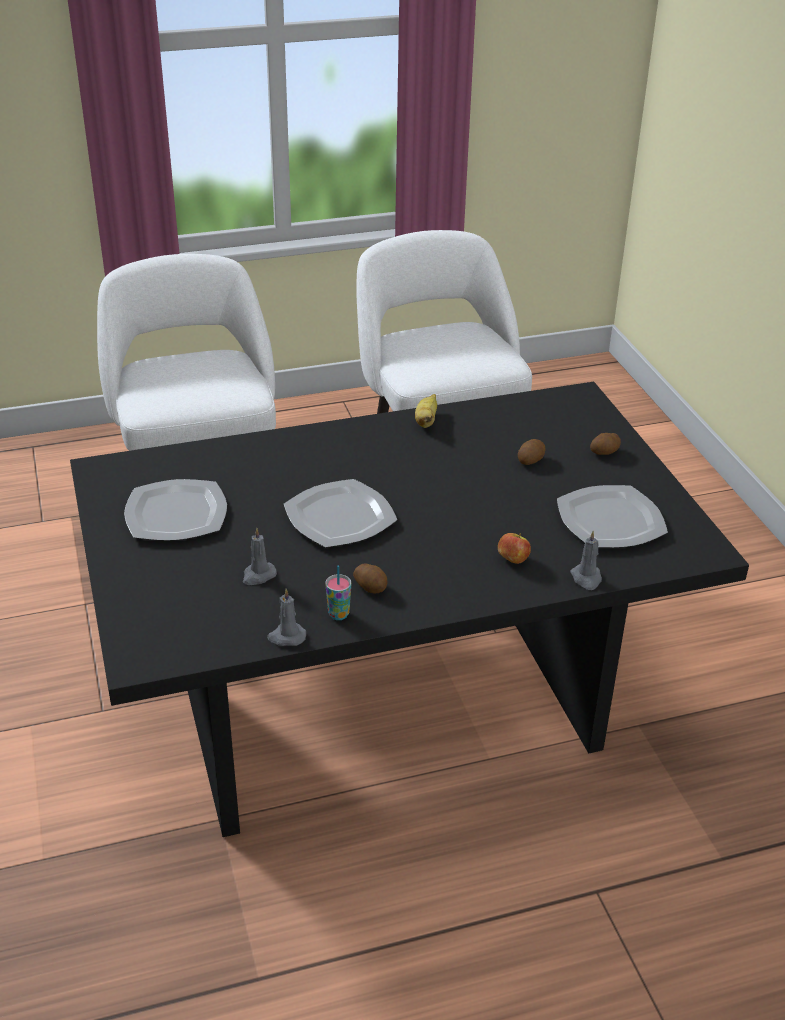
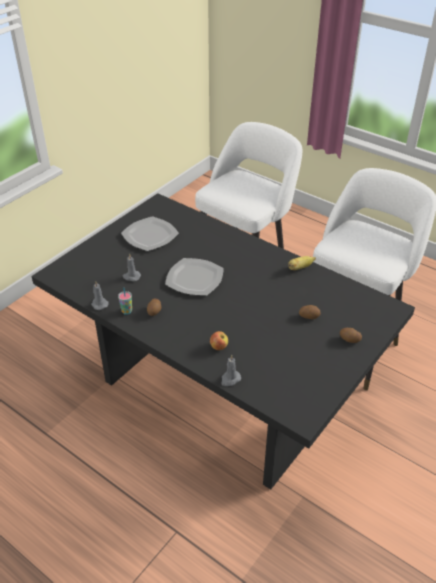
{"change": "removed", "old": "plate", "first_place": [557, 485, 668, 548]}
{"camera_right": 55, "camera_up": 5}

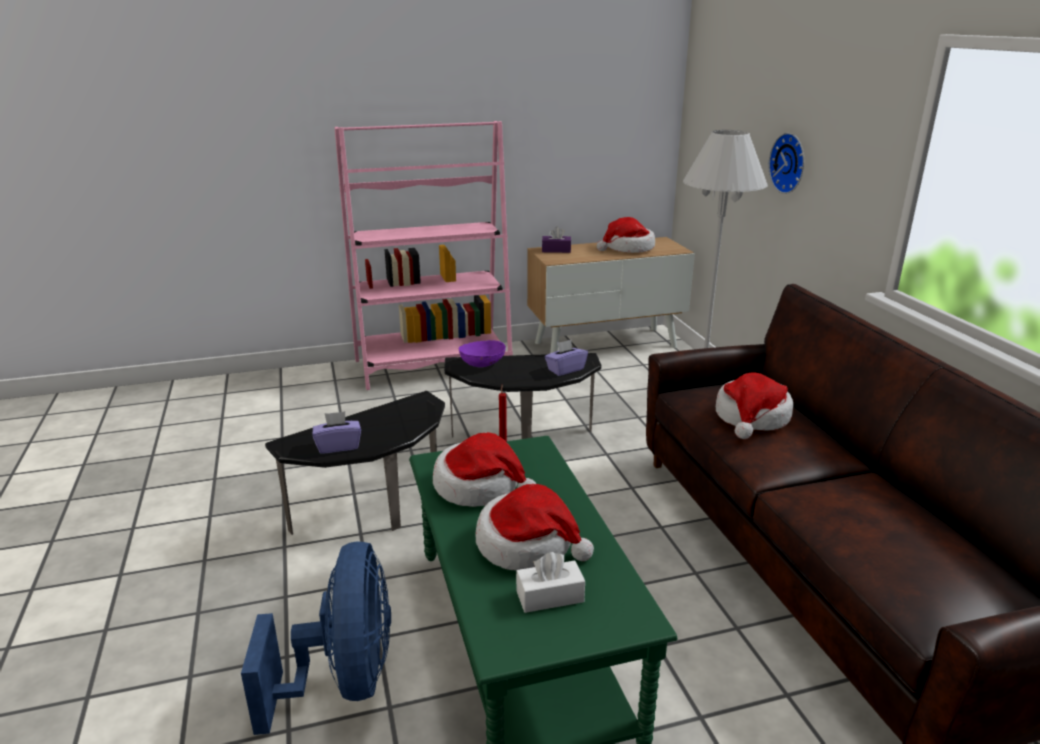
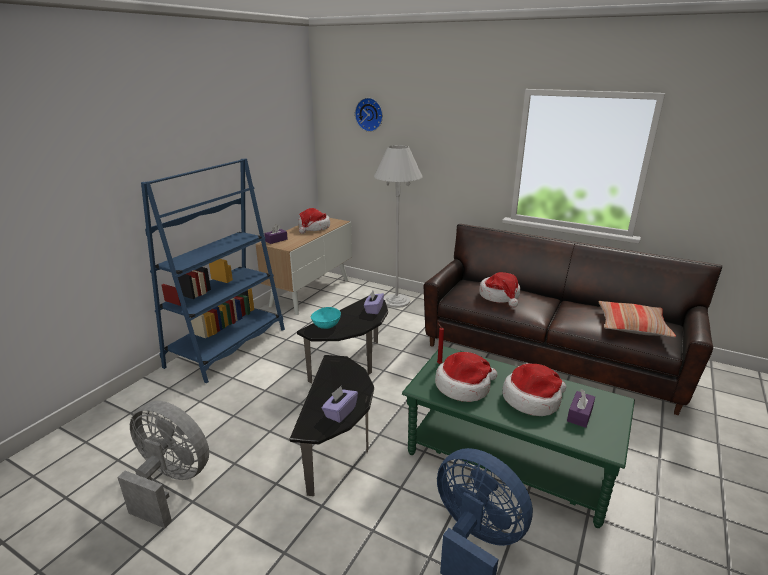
{"change": "added", "new": "grey_fan", "second_place": [117, 401, 209, 528]}
{"change": "added", "new": "pillow", "second_place": [598, 301, 676, 338]}
{"change": "moved", "old": "wall_clock", "first_place": [768, 133, 804, 194], "second_place": [355, 98, 383, 132]}
{"change": "recoloured", "old": "pink_bookcase", "new": "blue_bookcase", "first_place": [335, 121, 513, 390], "second_place": [141, 158, 285, 383]}
{"change": "recoloured", "old": "purple_bowl", "new": "turquoise_bowl", "first_place": [459, 340, 506, 367], "second_place": [310, 307, 341, 329]}
{"change": "recoloured", "old": "white_tissue_box", "new": "purple_tissue_box", "first_place": [516, 552, 585, 613], "second_place": [567, 389, 595, 428]}
{"camera_right": -45, "camera_up": 0}

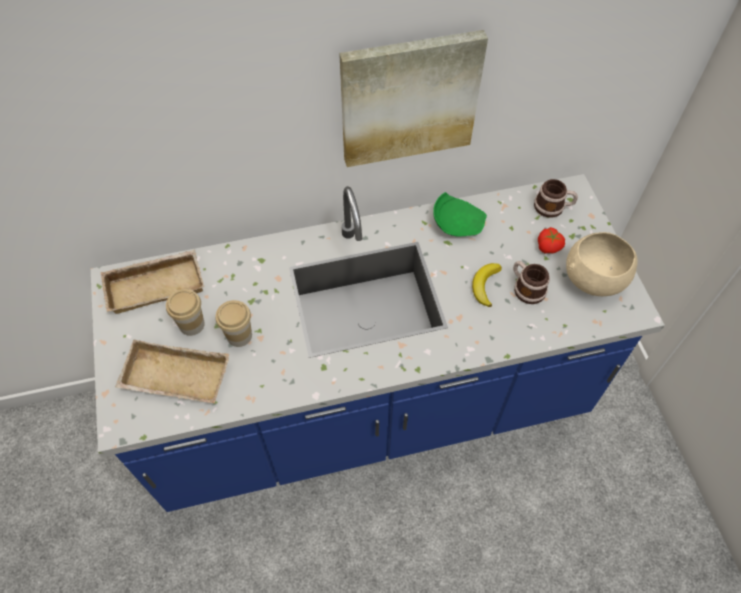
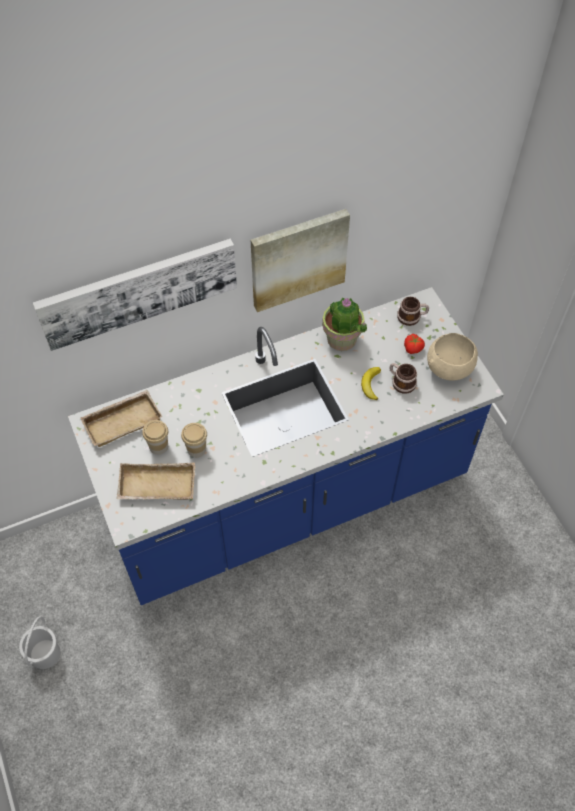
{"change": "added", "new": "white_bucket", "second_place": [19, 616, 60, 669]}
{"change": "added", "new": "picture", "second_place": [33, 239, 237, 351]}
{"change": "replaced", "old": "green_plate", "new": "potted_plant", "first_place": [433, 192, 487, 237], "second_place": [322, 298, 367, 351]}
{"camera_right": -10, "camera_up": 0}

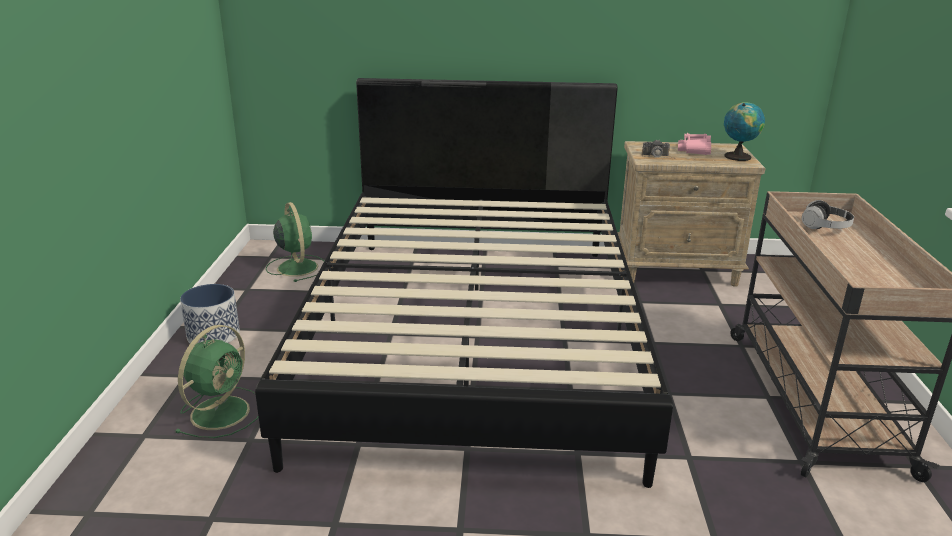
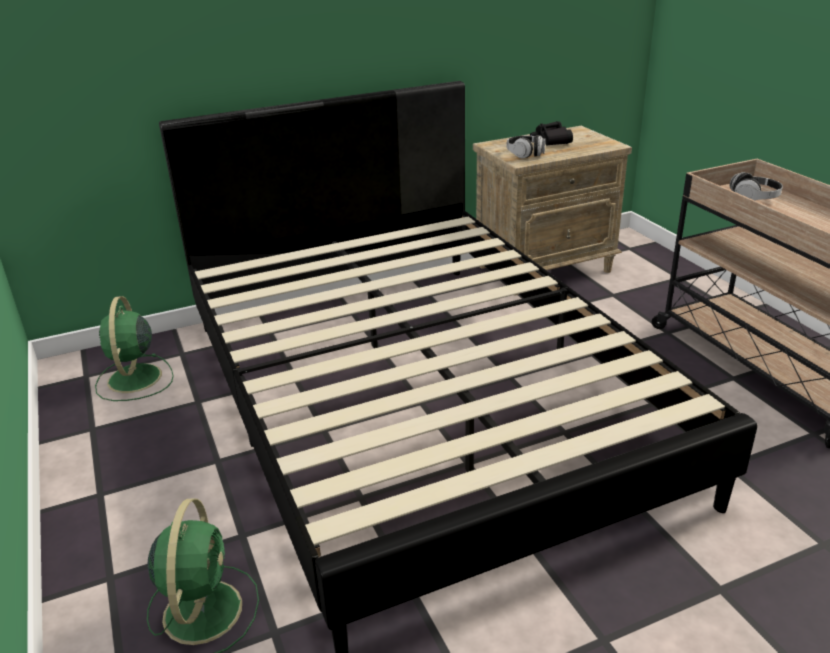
{"change": "removed", "old": "planter", "first_place": [180, 284, 240, 344]}
{"change": "removed", "old": "globe", "first_place": [724, 102, 765, 161]}
{"change": "replaced", "old": "photo_camera", "new": "headphones", "first_place": [642, 140, 675, 159], "second_place": [507, 135, 546, 159]}
{"change": "recoloured", "old": "pink_binoculars", "new": "black_binoculars", "first_place": [678, 133, 711, 155], "second_place": [530, 121, 573, 146]}
{"change": "turned", "old": "green_fan", "first_place": [266, 202, 324, 282], "second_place": [95, 296, 173, 401], "degrees": -135}
{"camera_right": -25, "camera_up": 5}

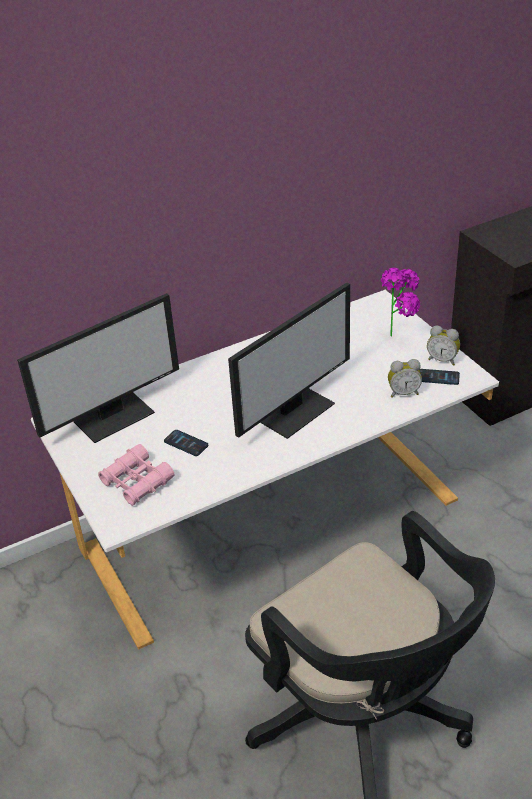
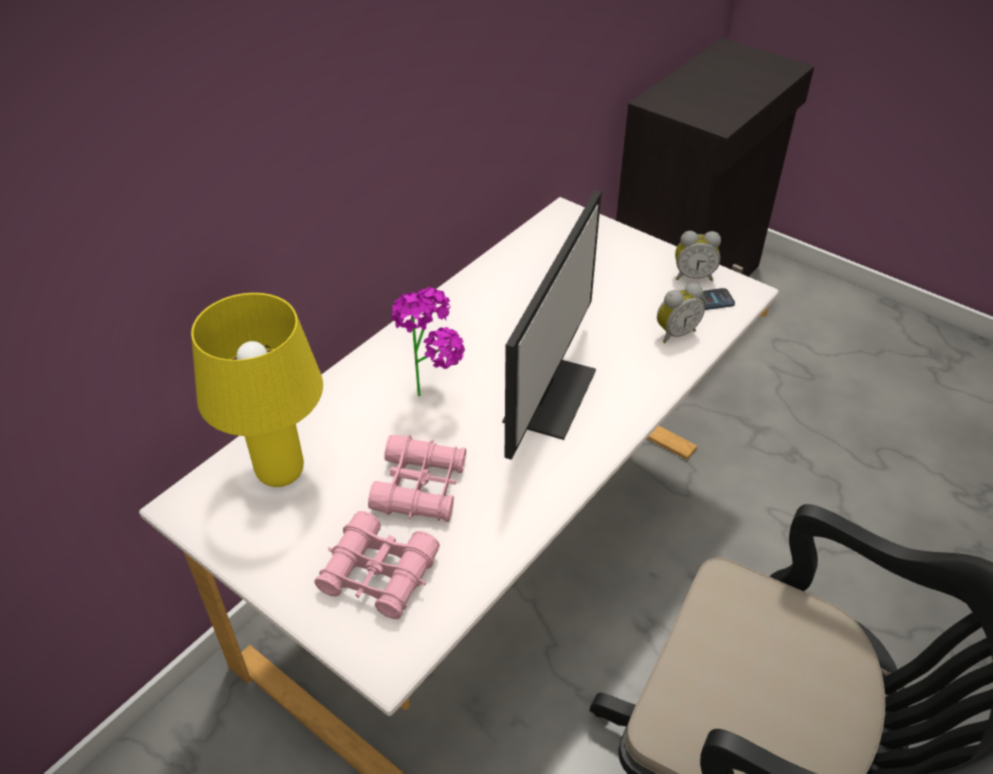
{"change": "moved", "old": "potted_plant", "first_place": [381, 268, 420, 336], "second_place": [391, 287, 465, 396]}
{"change": "replaced", "old": "monitor", "new": "yellow_table_lamp", "first_place": [17, 293, 179, 443], "second_place": [191, 293, 323, 487]}
{"change": "replaced", "old": "phone", "new": "pink_binoculars", "first_place": [164, 430, 208, 456], "second_place": [368, 435, 466, 522]}
{"camera_right": -25, "camera_up": 5}

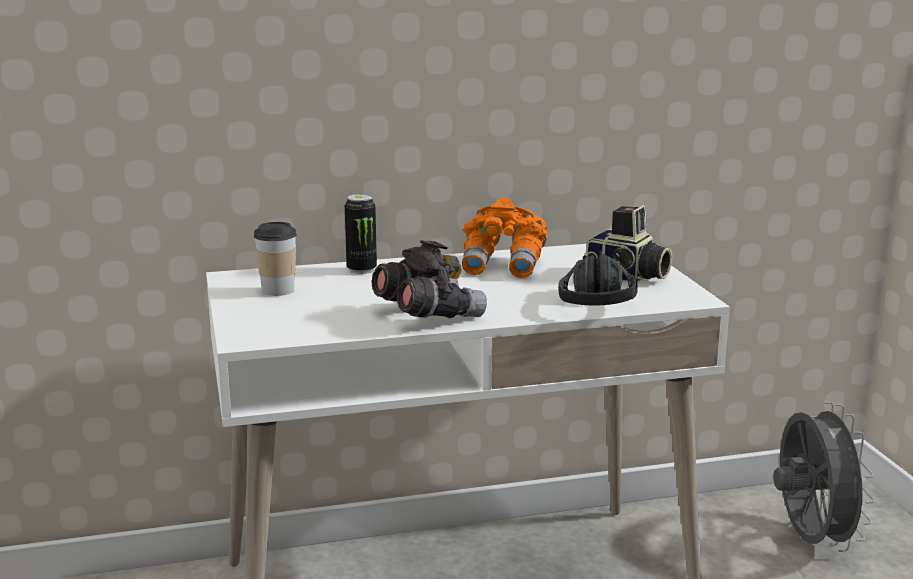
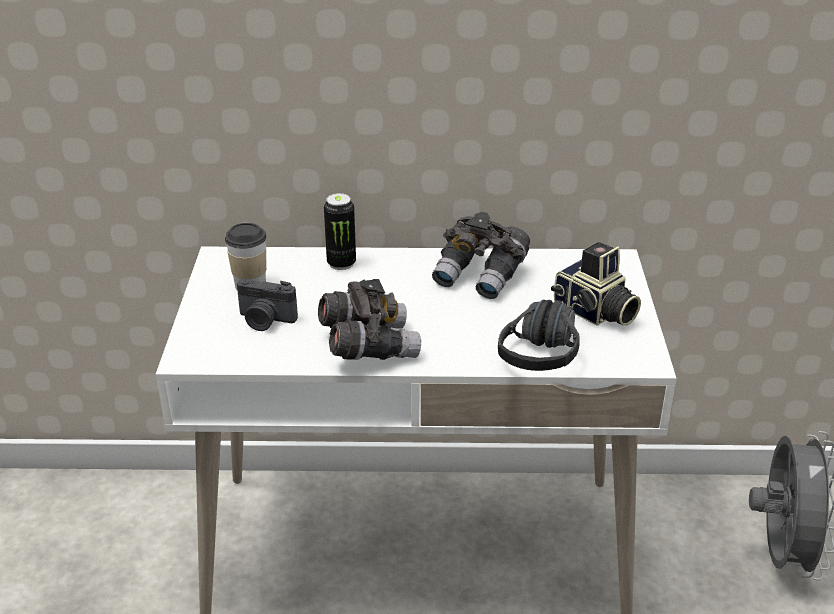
{"change": "added", "new": "photo_camera", "second_place": [237, 278, 298, 331]}
{"change": "recoloured", "old": "orange_binoculars", "new": "grey_binoculars", "first_place": [462, 197, 548, 278], "second_place": [432, 212, 530, 299]}
{"camera_right": 15, "camera_up": 15}

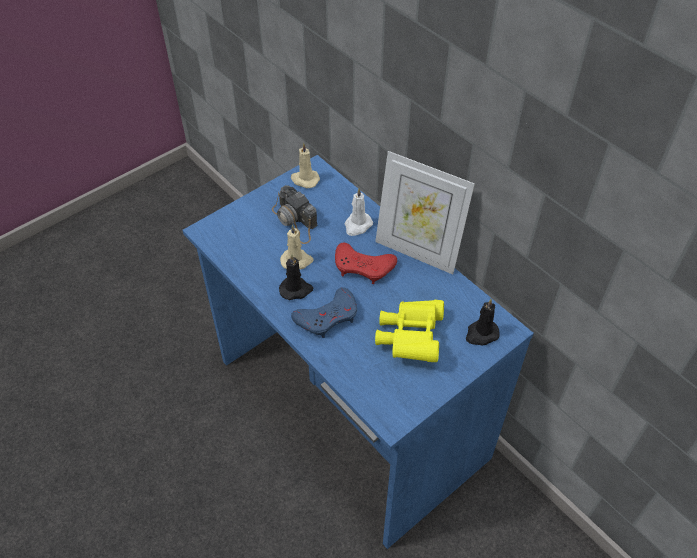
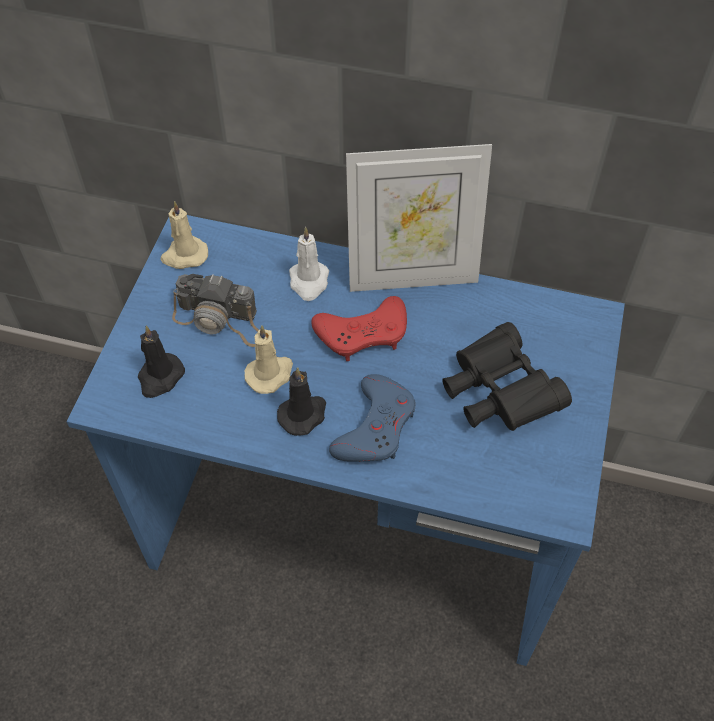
{"change": "moved", "old": "black_candle", "first_place": [466, 299, 499, 345], "second_place": [138, 326, 185, 398]}
{"change": "recoloured", "old": "yellow_binoculars", "new": "black_binoculars", "first_place": [375, 300, 444, 362], "second_place": [442, 322, 572, 431]}
{"camera_right": -35, "camera_up": 5}

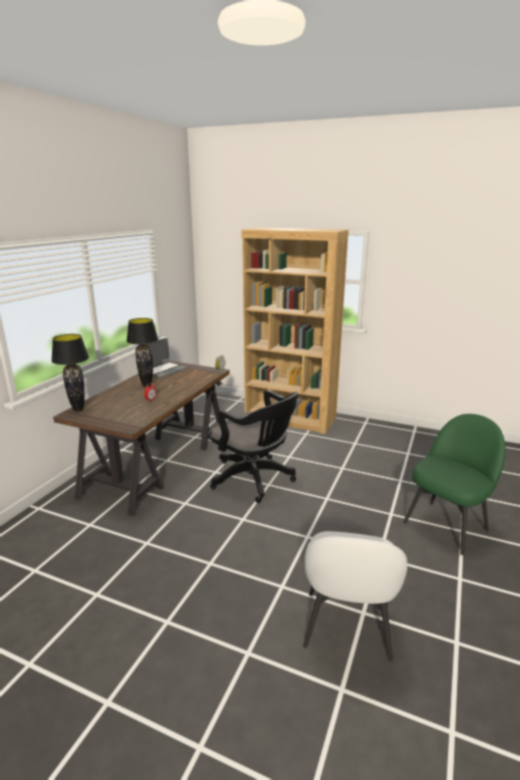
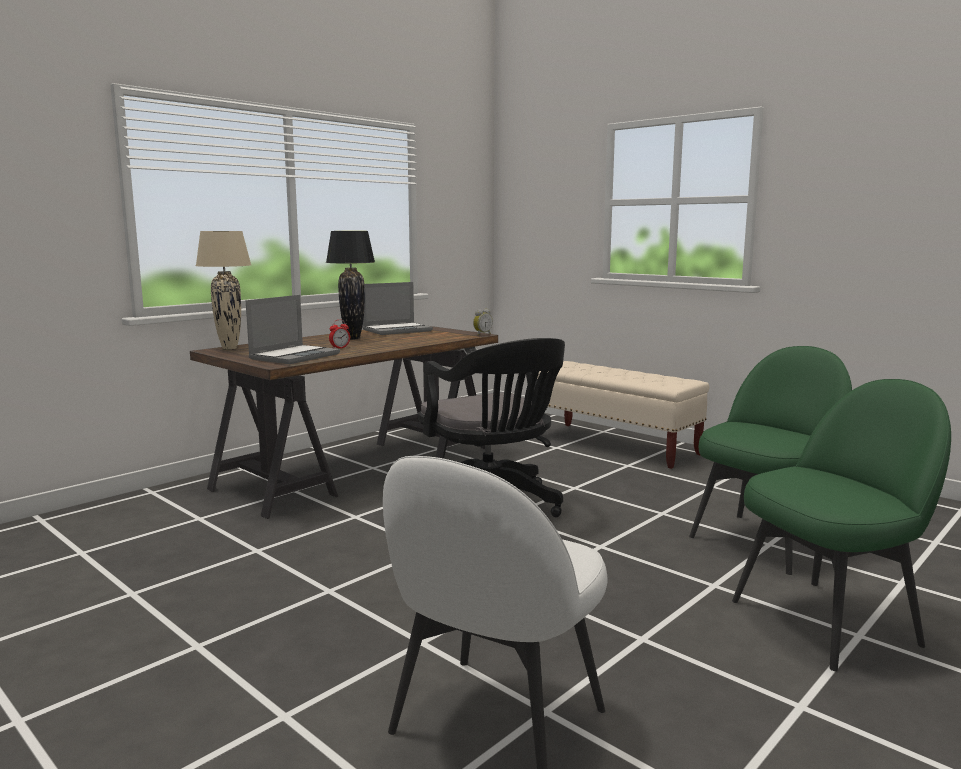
{"change": "added", "new": "laptop", "second_place": [246, 295, 340, 364]}
{"change": "added", "new": "green_chair", "second_place": [689, 346, 852, 575]}
{"change": "replaced", "old": "brown_bookcase", "new": "beige_bench", "first_place": [242, 228, 349, 434], "second_place": [537, 361, 709, 469]}
{"change": "recoloured", "old": "black_table_lamp", "new": "beige_table_lamp", "first_place": [52, 334, 89, 412], "second_place": [196, 231, 251, 350]}
{"camera_right": 20, "camera_up": -10}

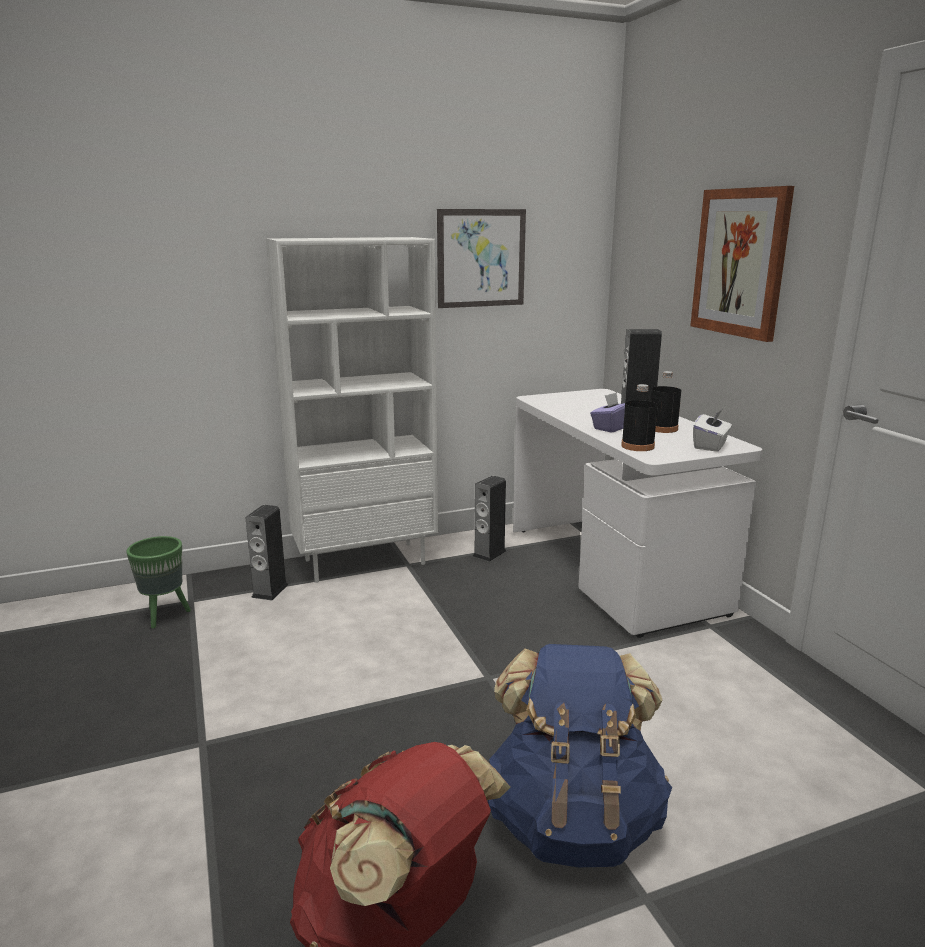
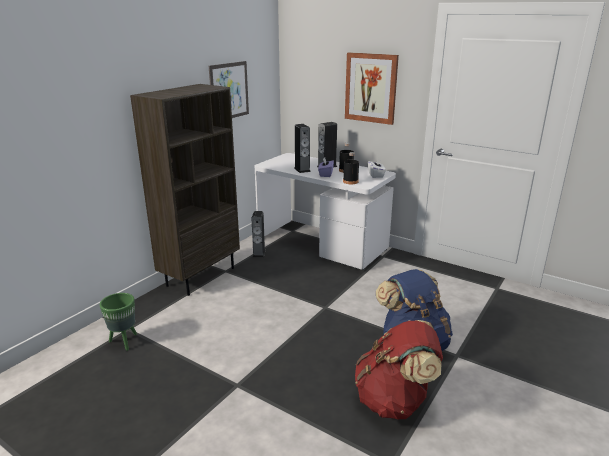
{"change": "moved", "old": "speaker", "first_place": [246, 505, 288, 600], "second_place": [294, 124, 311, 173]}
{"change": "recoloured", "old": "white_bookcase", "new": "brown_bookcase", "first_place": [266, 237, 438, 583], "second_place": [130, 84, 240, 296]}
{"camera_right": -35, "camera_up": 5}

